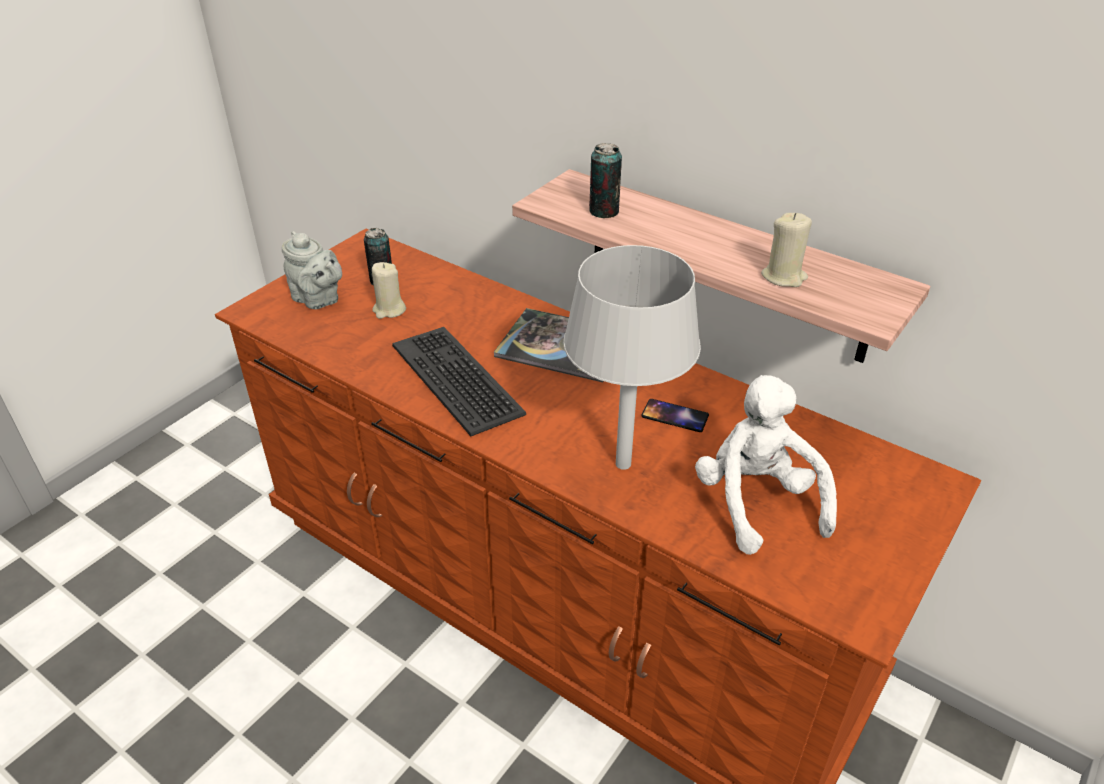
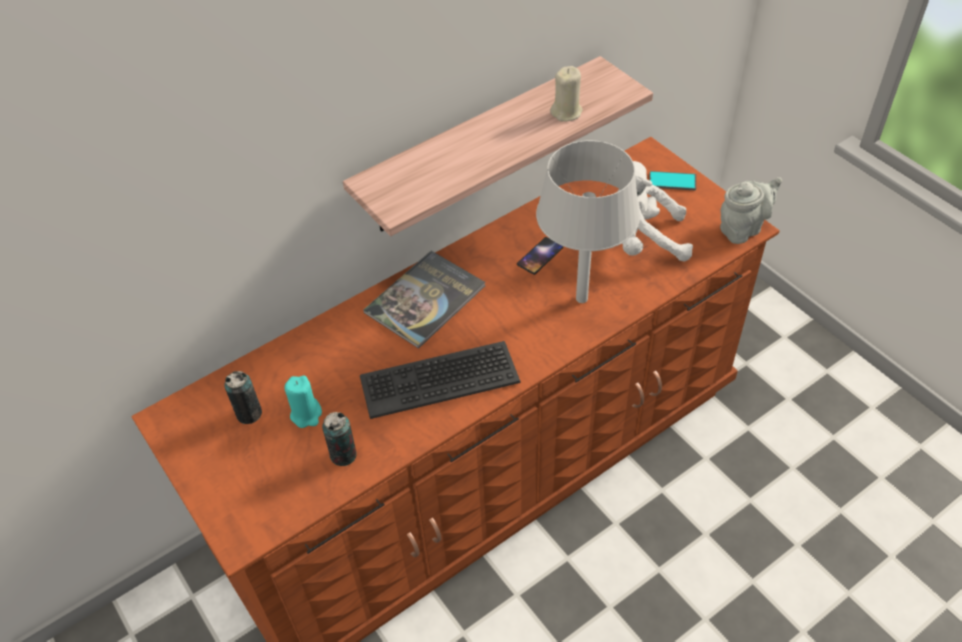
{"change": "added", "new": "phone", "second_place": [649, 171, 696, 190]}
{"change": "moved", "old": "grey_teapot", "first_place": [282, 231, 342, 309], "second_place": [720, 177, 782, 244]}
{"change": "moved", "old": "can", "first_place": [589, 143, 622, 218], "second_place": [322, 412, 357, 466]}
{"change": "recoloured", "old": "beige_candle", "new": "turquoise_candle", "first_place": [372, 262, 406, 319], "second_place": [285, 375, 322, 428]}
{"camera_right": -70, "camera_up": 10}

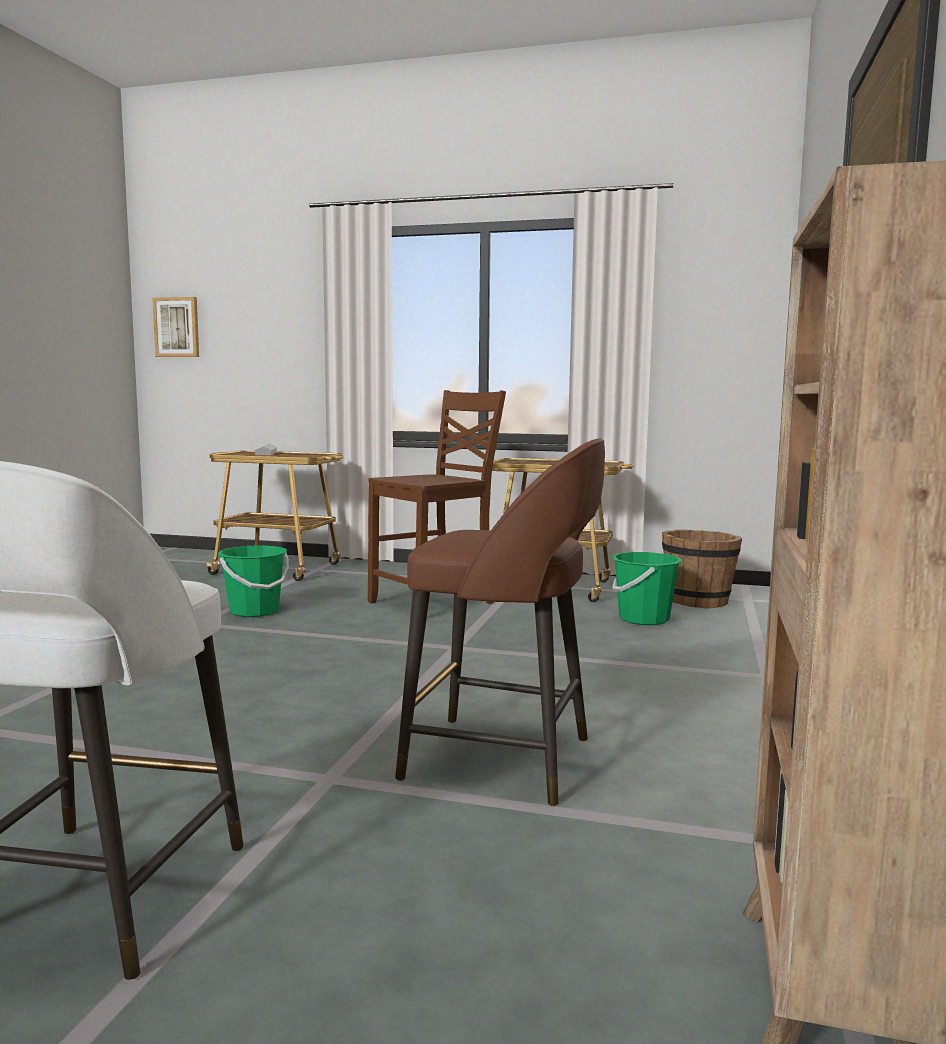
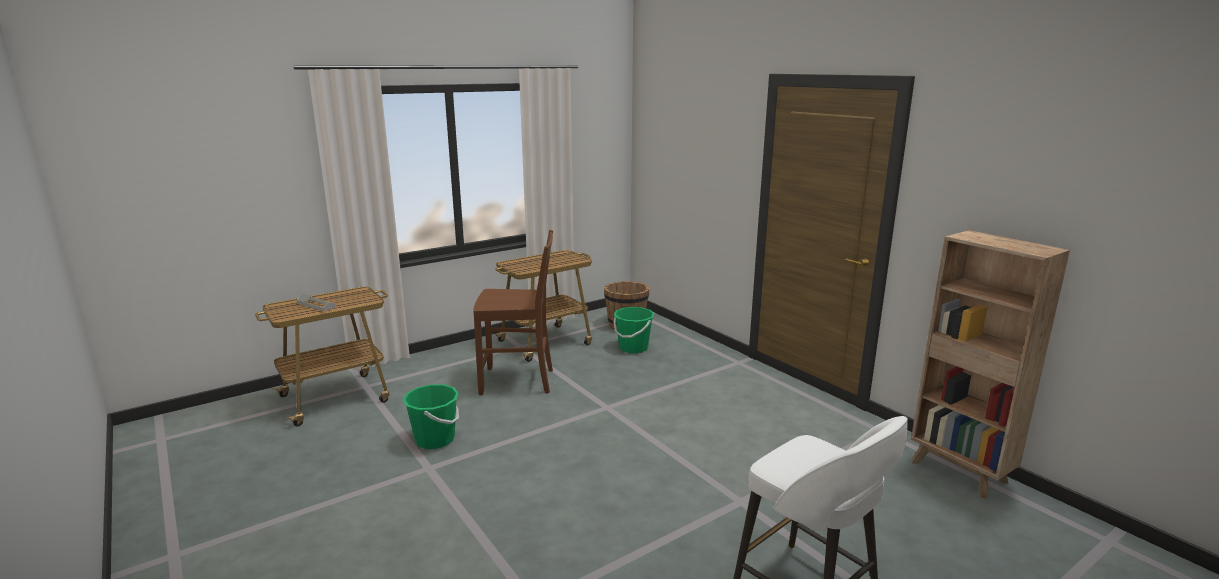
{"change": "removed", "old": "picture", "first_place": [152, 297, 199, 357]}
{"change": "removed", "old": "brown_stool", "first_place": [395, 438, 605, 806]}
{"change": "turned", "old": "brown_chair", "first_place": [368, 390, 506, 604], "second_place": [473, 230, 553, 395], "degrees": 90}
{"camera_right": -50, "camera_up": 10}

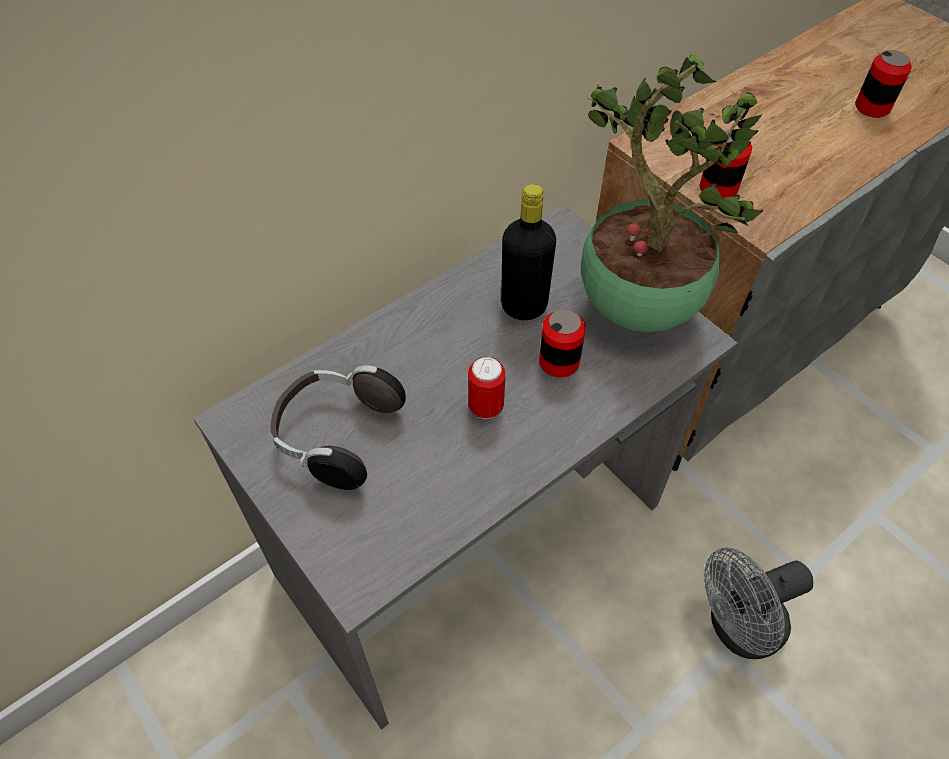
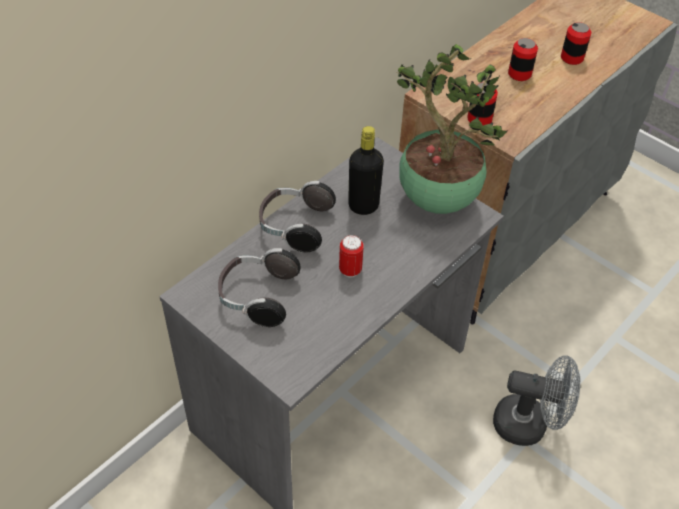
{"change": "added", "new": "headphones", "second_place": [259, 181, 336, 253]}
{"change": "moved", "old": "can", "first_place": [539, 309, 586, 378], "second_place": [508, 38, 538, 81]}
{"change": "turned", "old": "grey_fan", "first_place": [704, 548, 813, 659], "second_place": [493, 356, 580, 446], "degrees": -135}
{"camera_right": -10, "camera_up": -5}

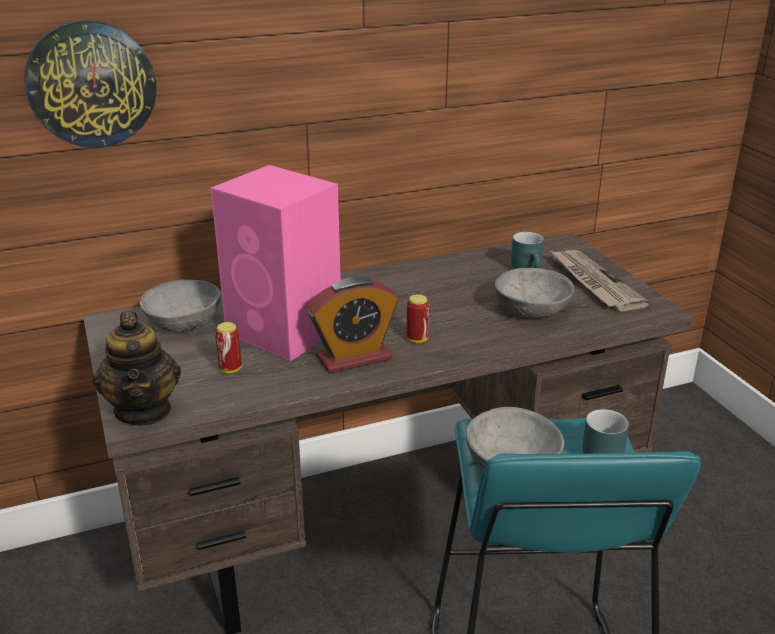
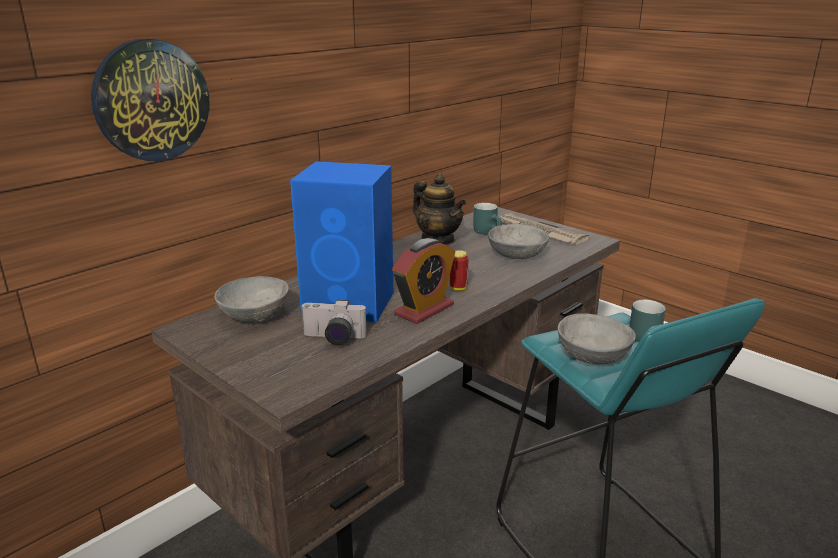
{"change": "moved", "old": "teapot", "first_place": [93, 310, 181, 426], "second_place": [413, 174, 466, 245]}
{"change": "replaced", "old": "can", "new": "photo_camera", "first_place": [215, 322, 242, 374], "second_place": [300, 300, 367, 345]}
{"change": "recoloured", "old": "pink_speaker", "new": "blue_speaker", "first_place": [211, 165, 341, 361], "second_place": [290, 161, 393, 323]}
{"camera_right": -25, "camera_up": -5}

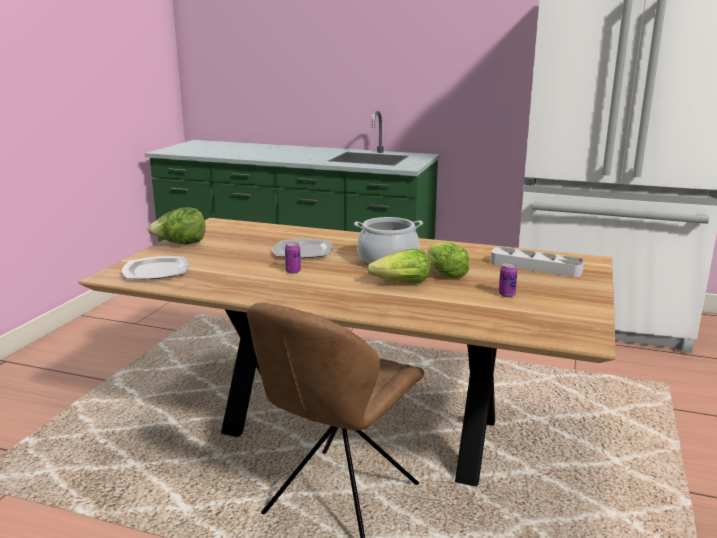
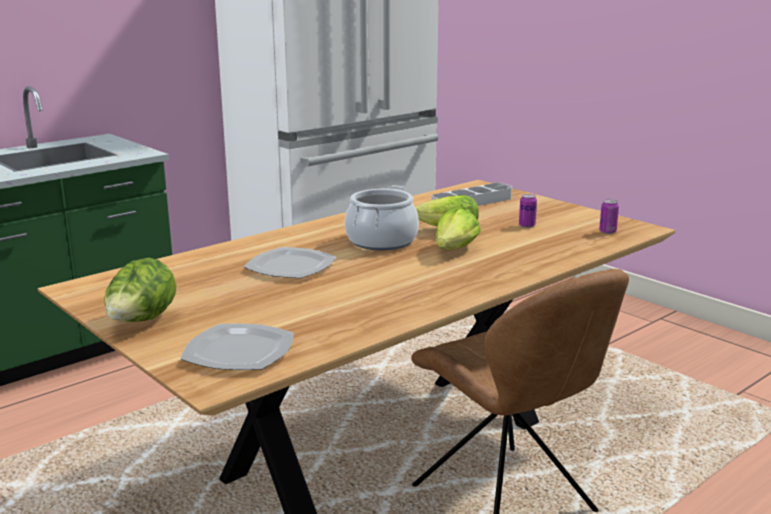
{"change": "moved", "old": "can", "first_place": [285, 242, 301, 273], "second_place": [599, 199, 619, 234]}
{"camera_right": -60, "camera_up": 0}

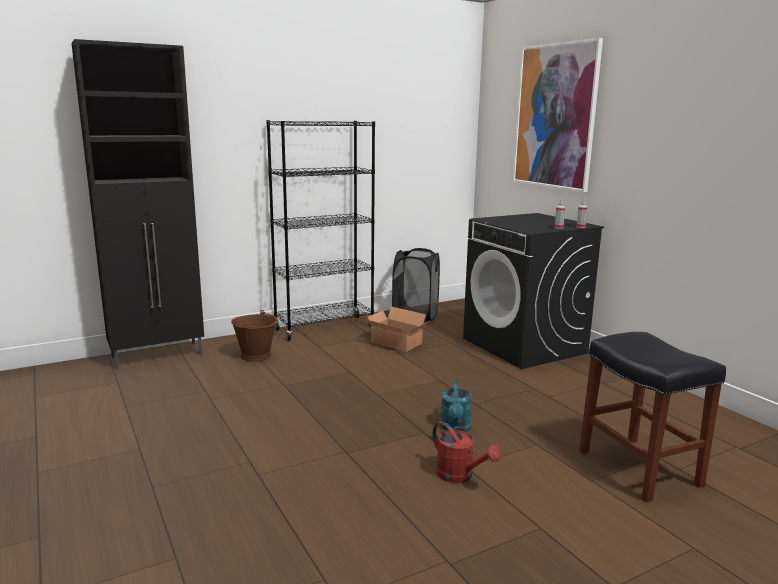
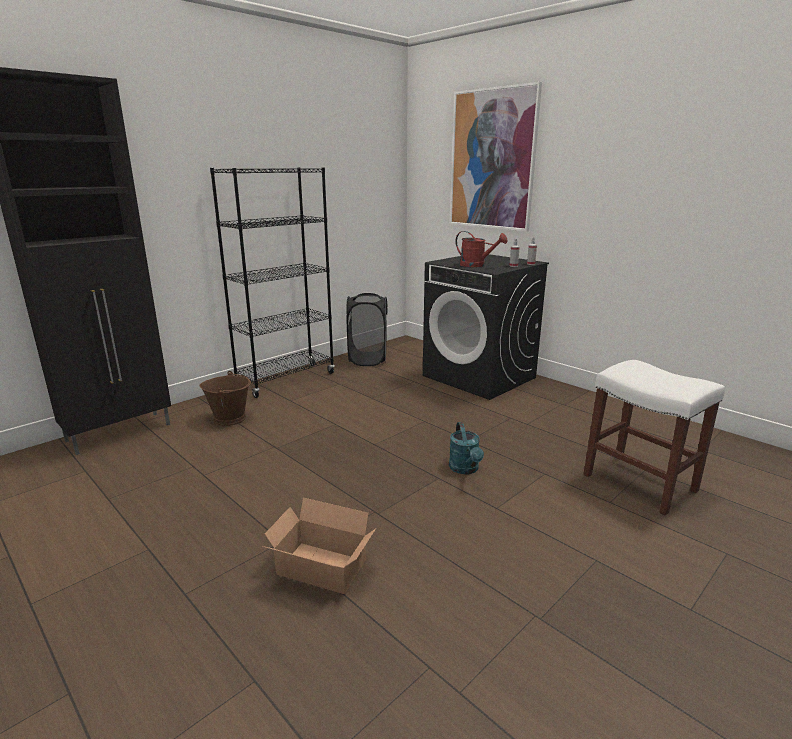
{"change": "moved", "old": "cardboard_box", "first_place": [365, 306, 428, 352], "second_place": [262, 497, 376, 594]}
{"change": "moved", "old": "red_watering_can", "first_place": [433, 421, 501, 483], "second_place": [455, 231, 508, 267]}
{"change": "recoloured", "old": "black_stool", "new": "white_stool", "first_place": [579, 332, 726, 502], "second_place": [583, 360, 725, 515]}
{"camera_right": -15, "camera_up": 5}

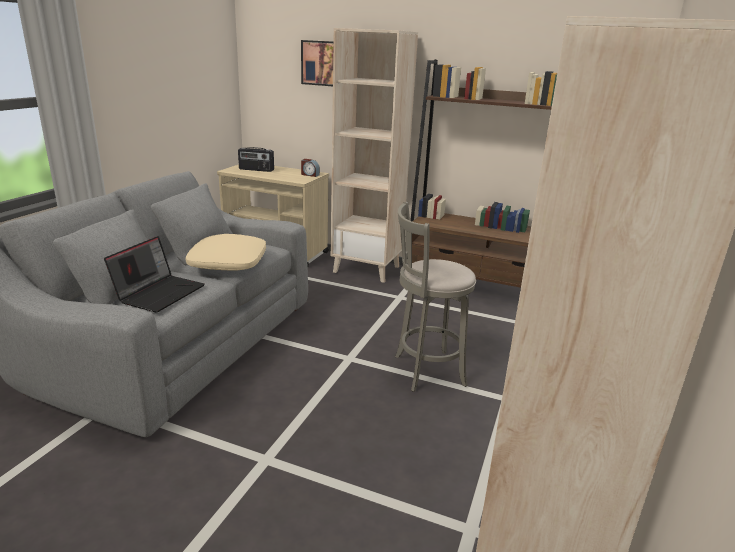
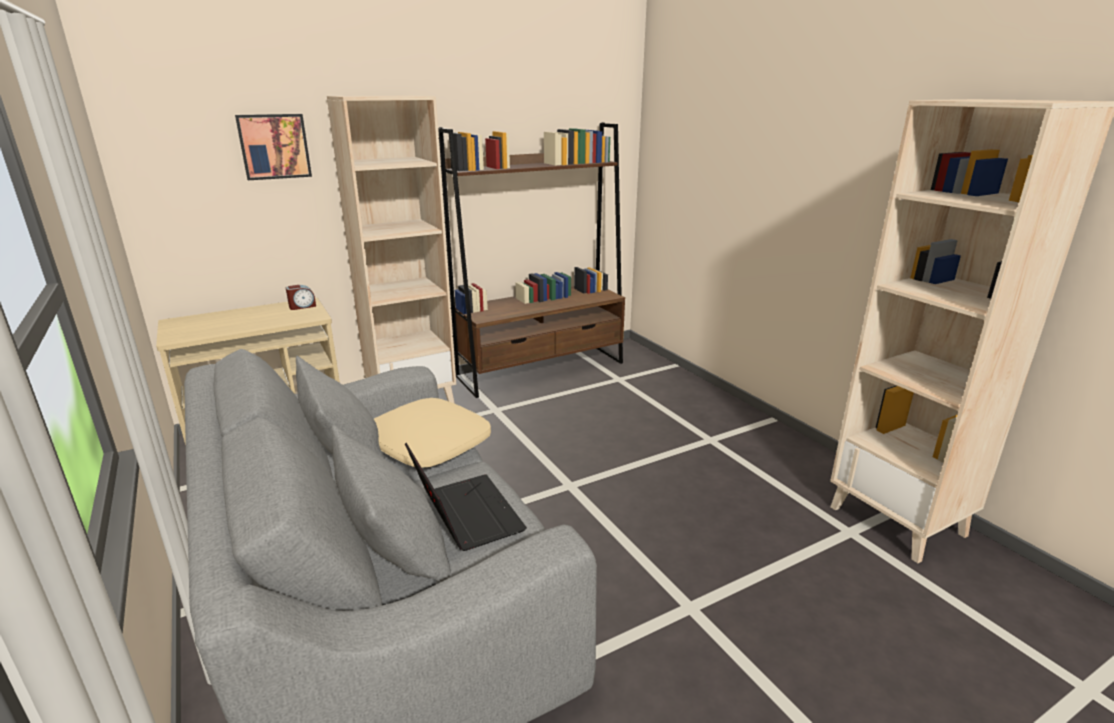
{"change": "removed", "old": "radio", "first_place": [238, 147, 274, 172]}
{"change": "removed", "old": "grey_stool", "first_place": [395, 201, 476, 392]}
{"camera_right": -50, "camera_up": 0}

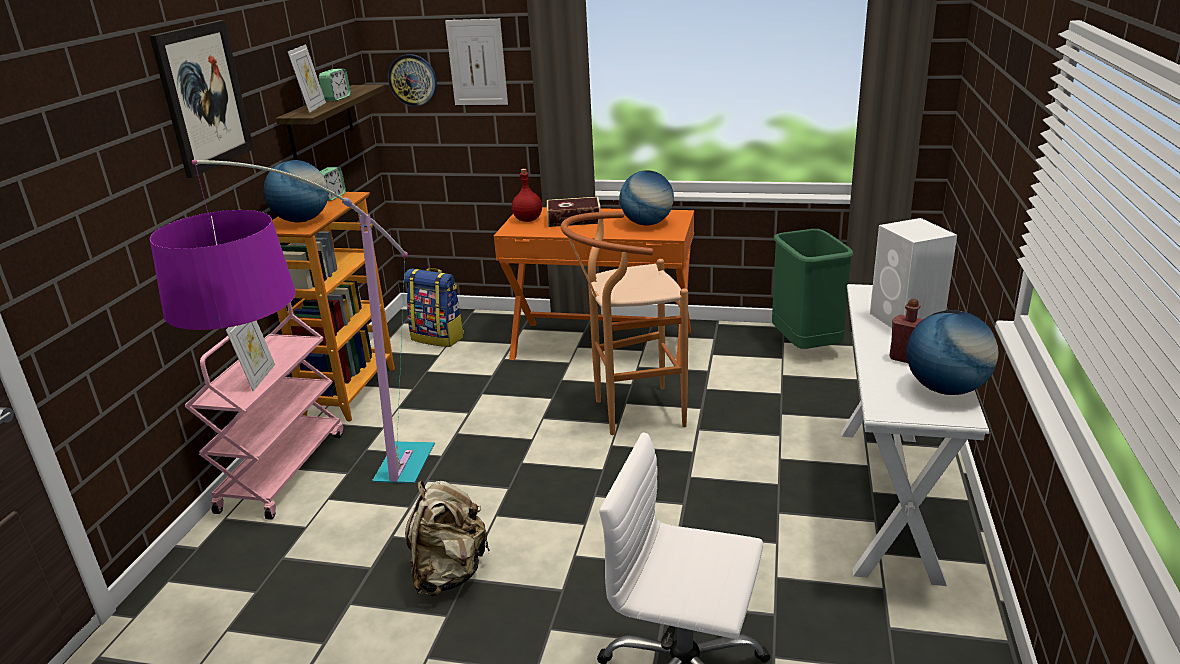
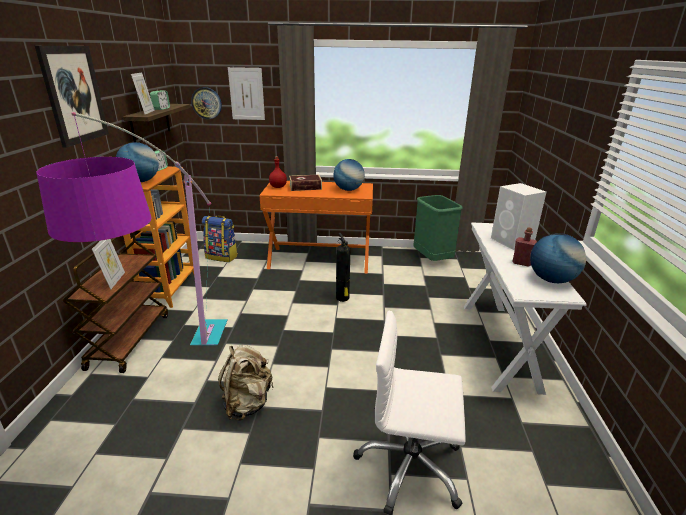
{"change": "replaced", "old": "brown_stool", "new": "fire_extinguisher", "first_place": [561, 211, 688, 435], "second_place": [336, 233, 350, 302]}
{"change": "recoloured", "old": "pink_cart", "new": "brown_cart", "first_place": [184, 302, 343, 520], "second_place": [62, 232, 168, 373]}
{"camera_right": -10, "camera_up": 0}

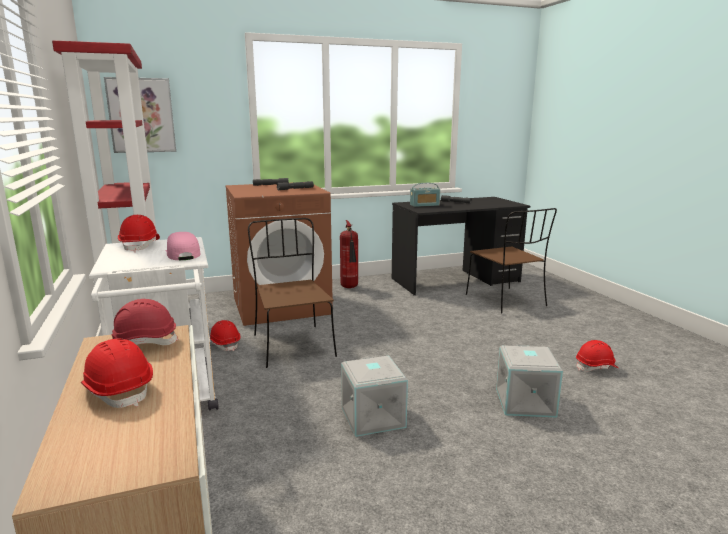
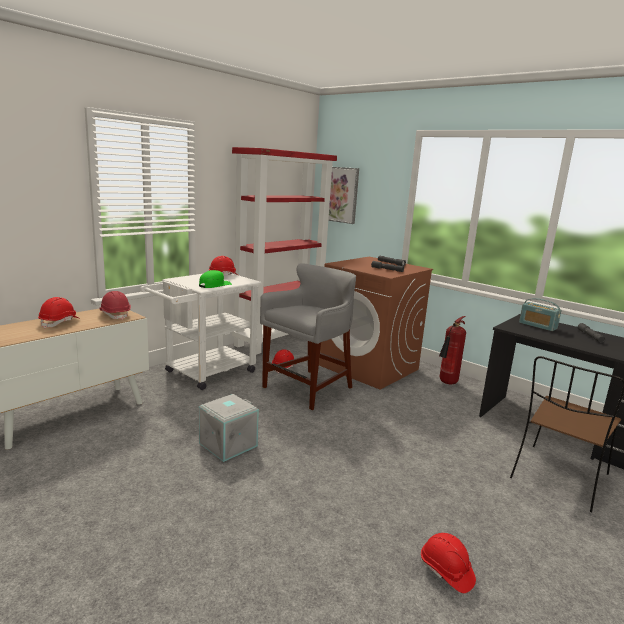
{"change": "removed", "old": "grey_storage_box", "first_place": [496, 345, 563, 418]}
{"change": "replaced", "old": "brown_chair", "new": "grey_stool", "first_place": [248, 218, 337, 368], "second_place": [260, 263, 356, 410]}
{"change": "recoloured", "old": "pink_cap", "new": "green_cap", "first_place": [166, 232, 200, 260], "second_place": [199, 270, 232, 288]}
{"camera_right": 60, "camera_up": 0}

